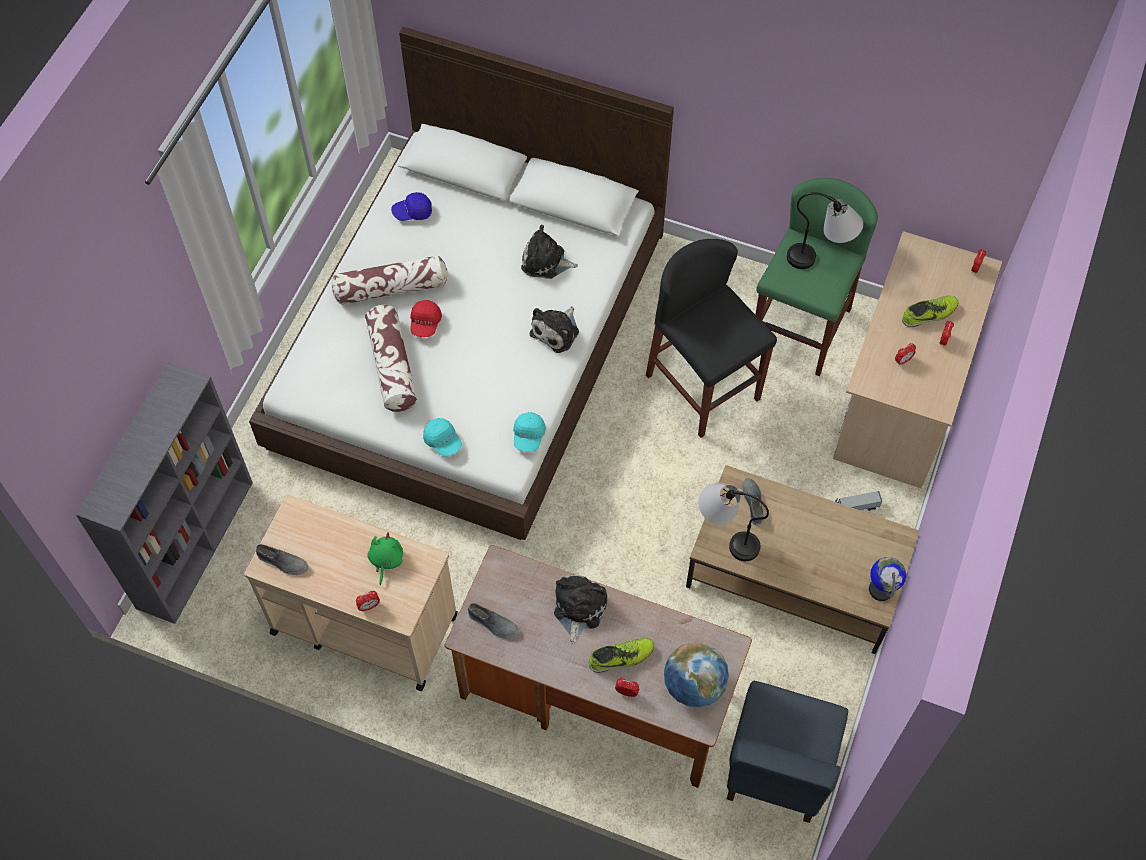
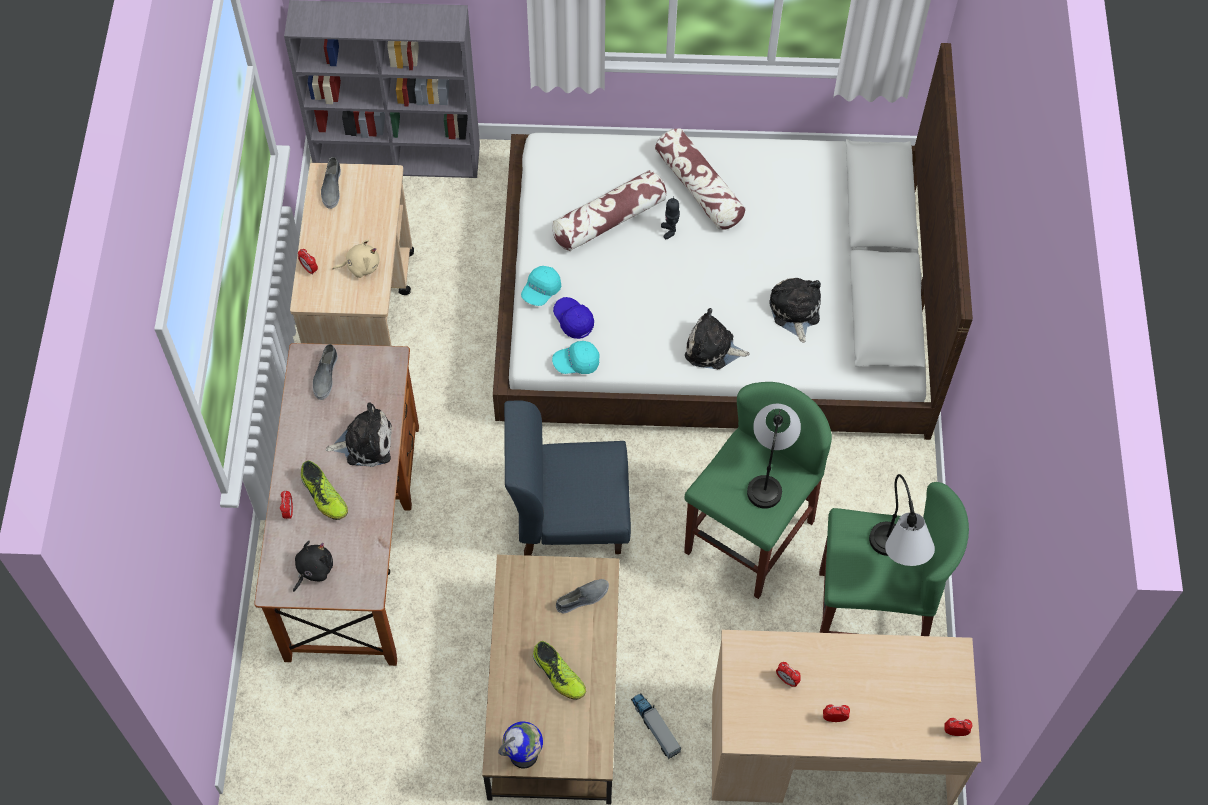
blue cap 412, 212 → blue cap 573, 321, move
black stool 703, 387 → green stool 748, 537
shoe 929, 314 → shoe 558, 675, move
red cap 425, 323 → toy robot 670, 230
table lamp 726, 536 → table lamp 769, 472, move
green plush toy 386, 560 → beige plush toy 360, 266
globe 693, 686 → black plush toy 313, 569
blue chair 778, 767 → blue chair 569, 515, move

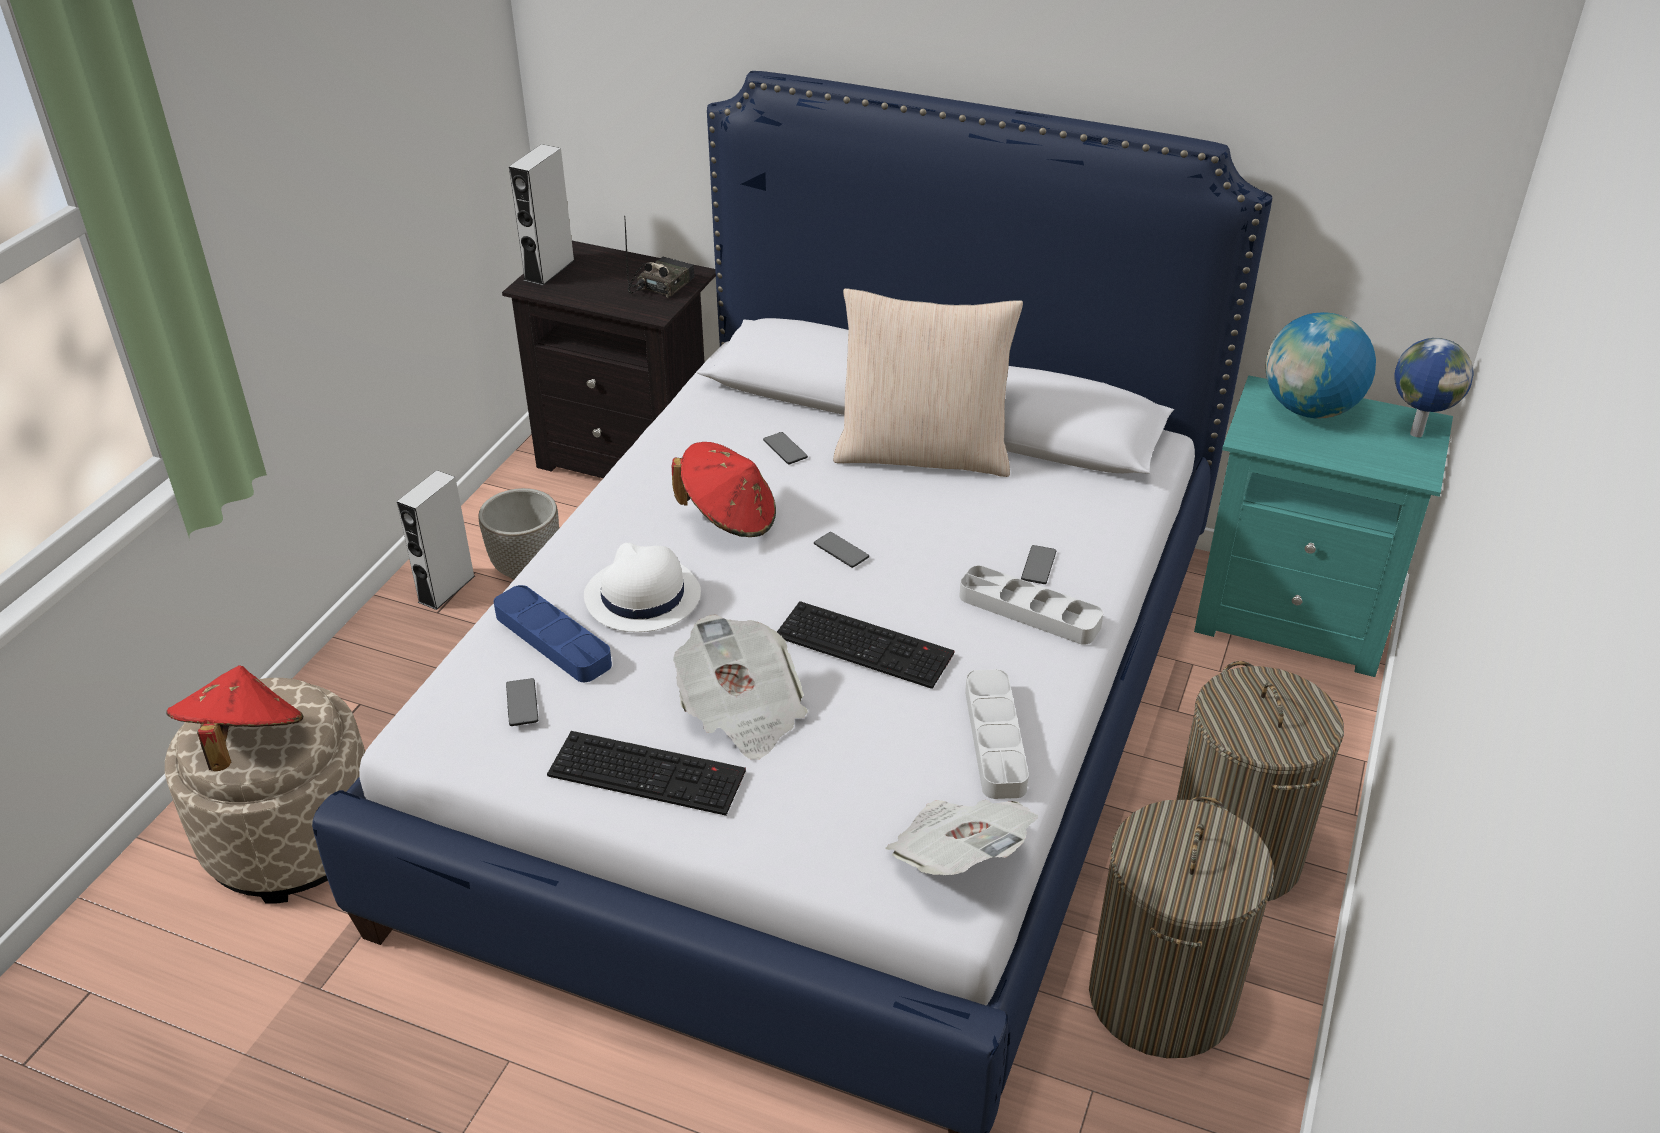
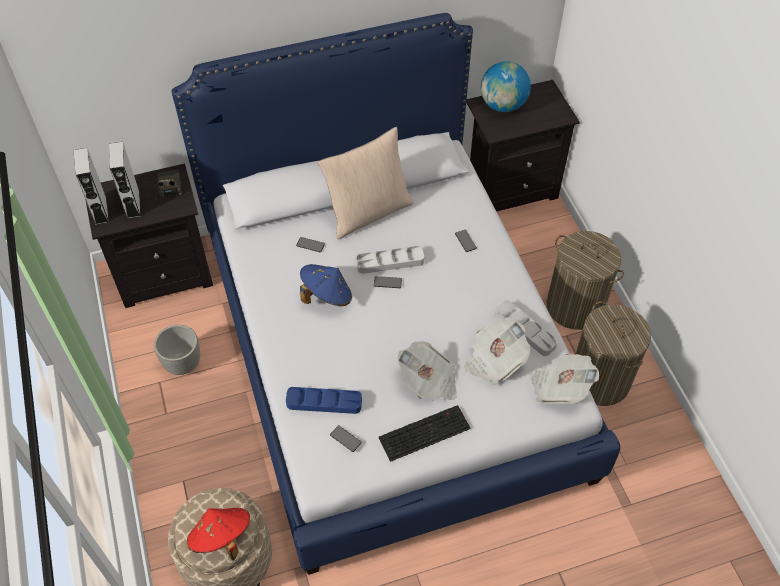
globe 1415, 433 → -
turquoise nightstand 1294, 617 → black nightstand 510, 188
red hat 729, 518 → blue hat 326, 295
grey speaker 446, 589 → grey speaker 133, 204, move
white hat 642, 596 → -
grey tray 1029, 611 → grey tray 390, 262, move
keyboard 867, 644 → -
- → newspaper 494, 360

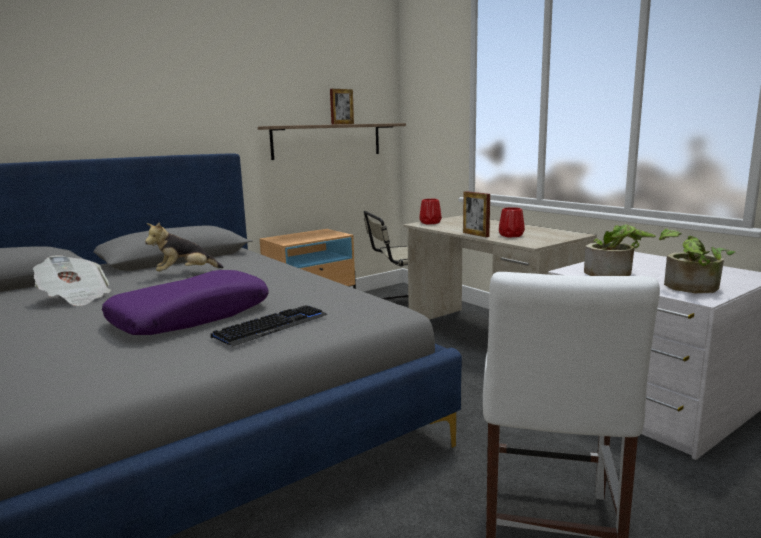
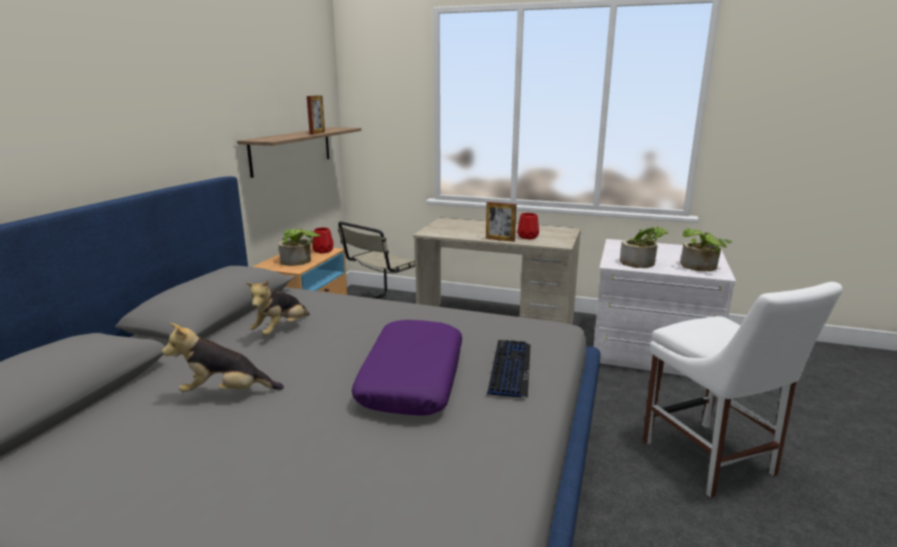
red vase 430, 223 → red vase 323, 251, move
newspaper 75, 297 → plush toy 226, 393
- → potted plant 299, 261

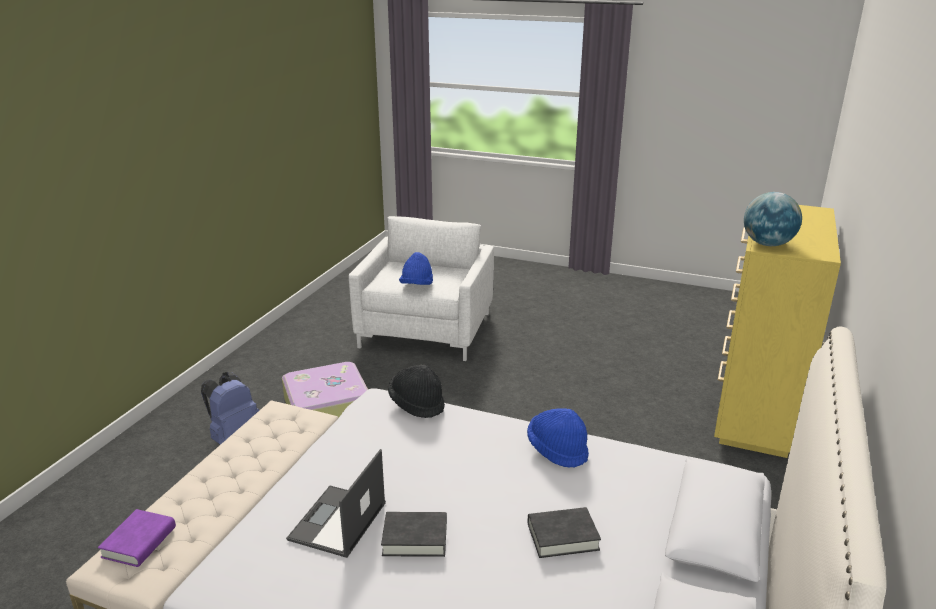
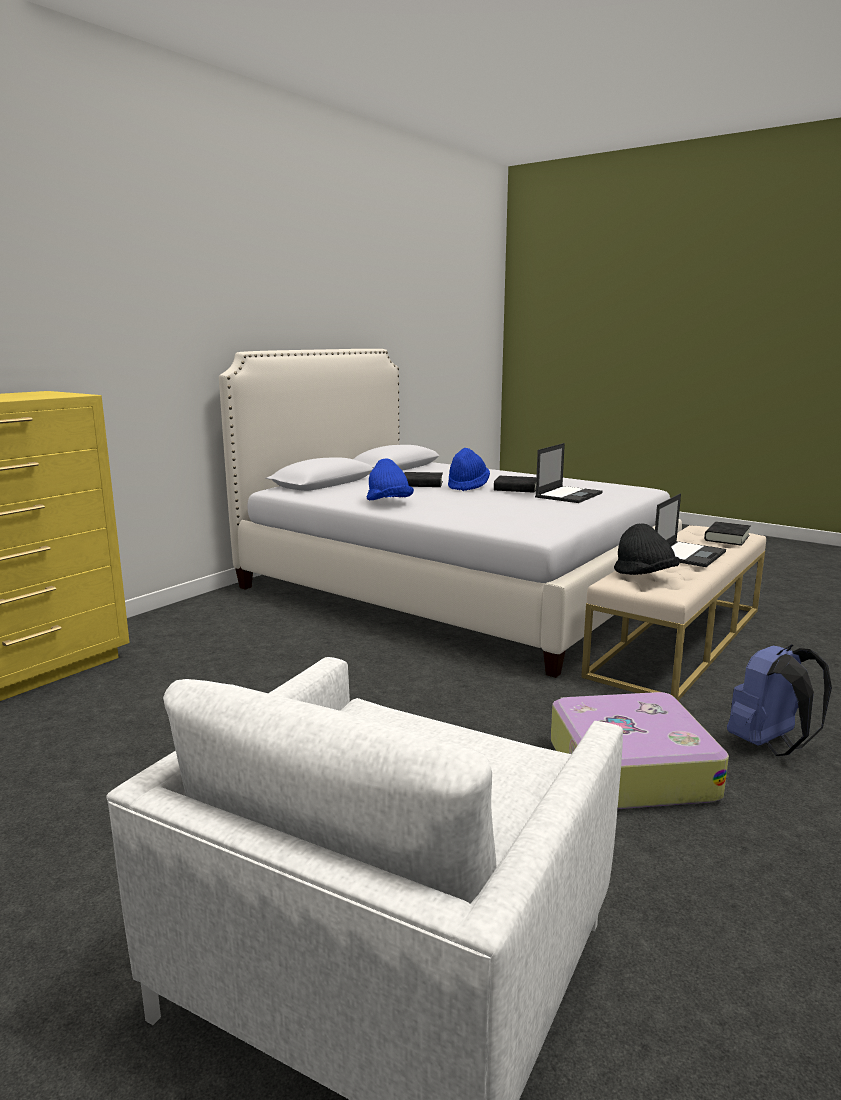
globe 767, 244 → -
blue hat 417, 285 → blue hat 468, 486, move
black hat 417, 404 → black hat 644, 576, move
purple book 139, 542 → black book 726, 538
- → laptop 689, 554

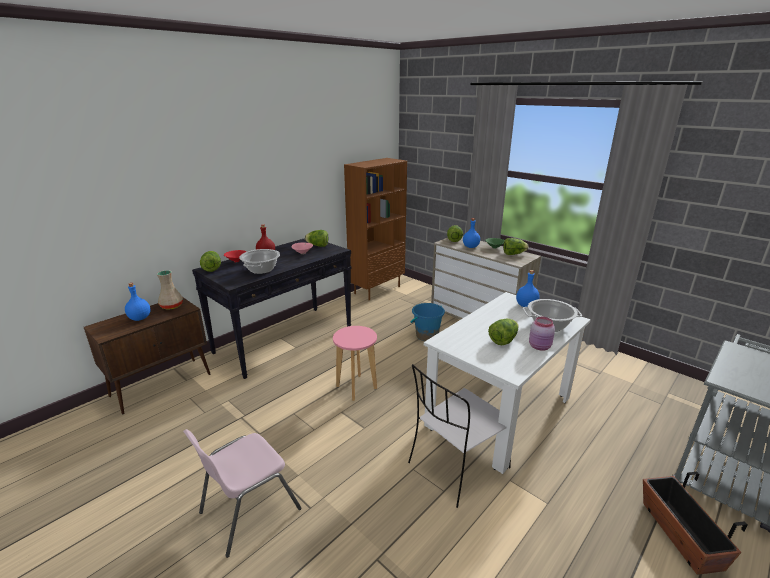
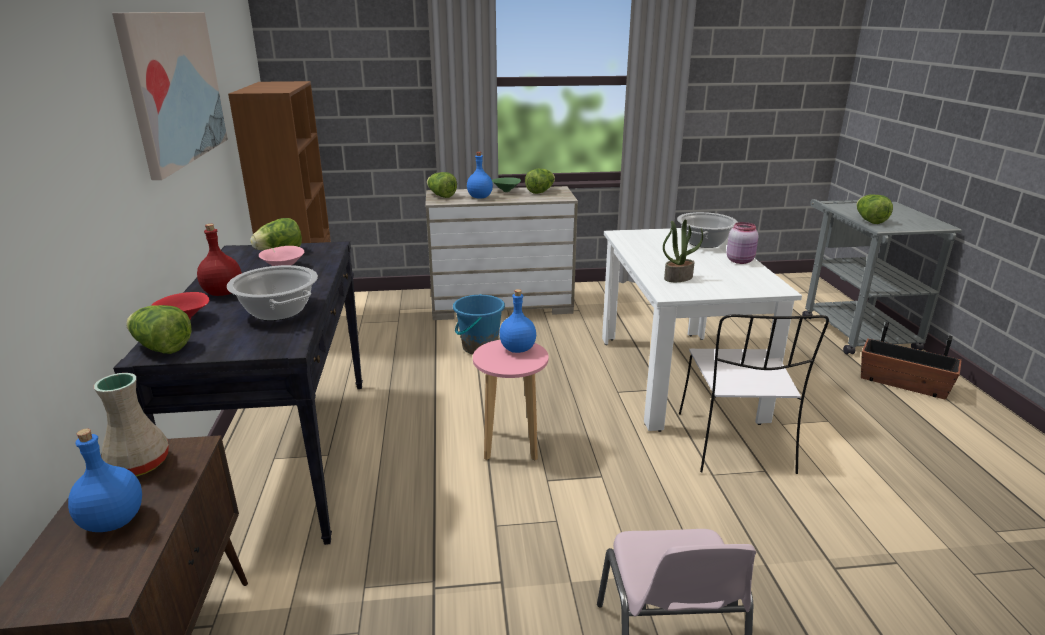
blue bottle 526, 306 → blue bottle 518, 349, move
lettuce 503, 340 → lettuce 869, 220, move
- → picture 174, 88
- → potted plant 678, 277

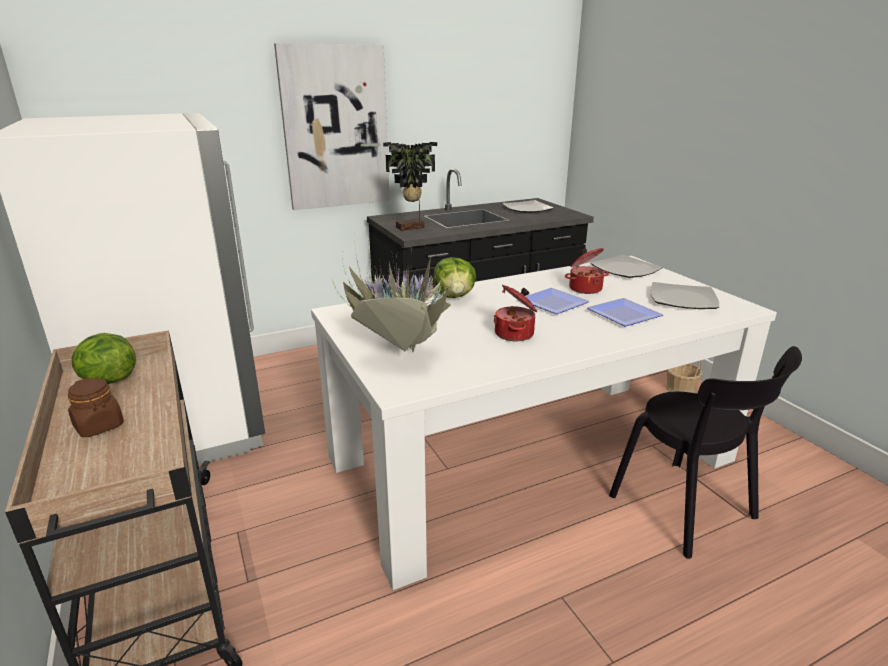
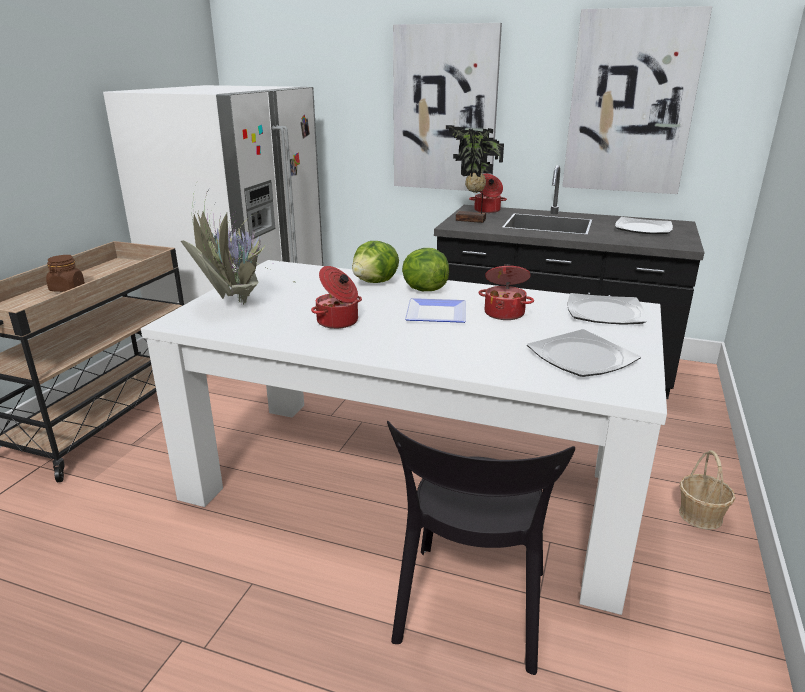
plate 623, 314 → -
lettuce 107, 381 → lettuce 424, 289, move
- → picture 631, 103
- → cooking pot 487, 210

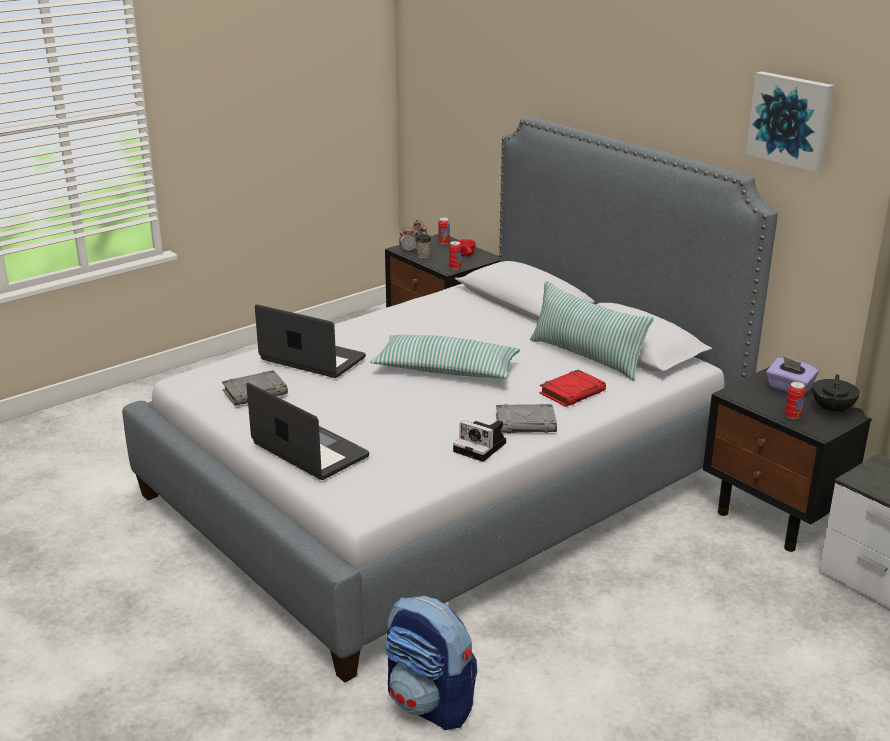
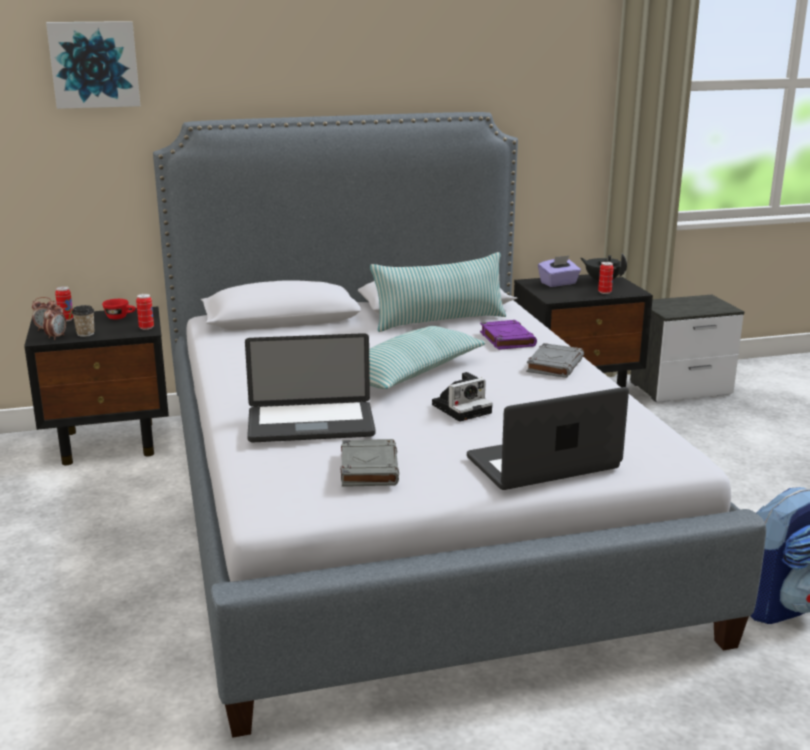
picture 791, 120 → picture 94, 64, move
laptop 312, 359 → laptop 311, 424, 150 degrees counterclockwise
red book 572, 392 → purple book 506, 339
photo camera 482, 447 → photo camera 463, 408, move

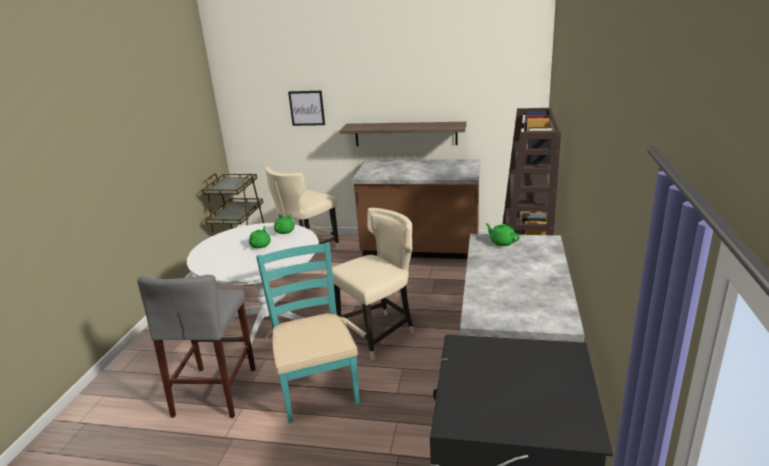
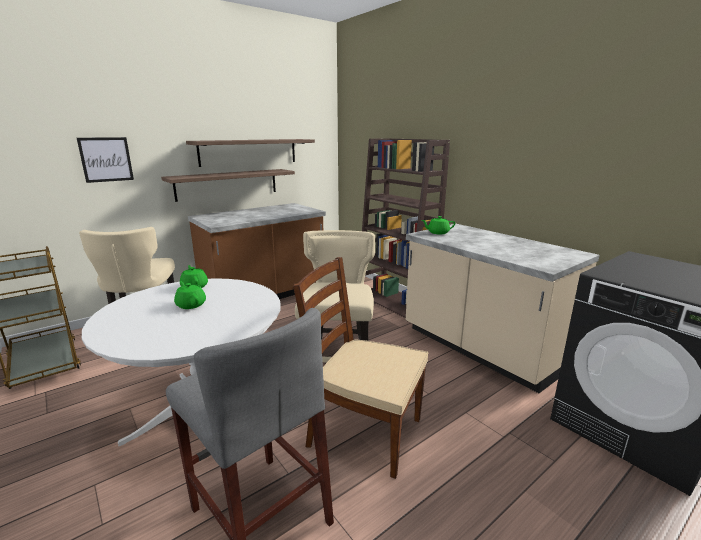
turquoise chair 317, 387 → brown chair 363, 432
- → shelf 249, 152

